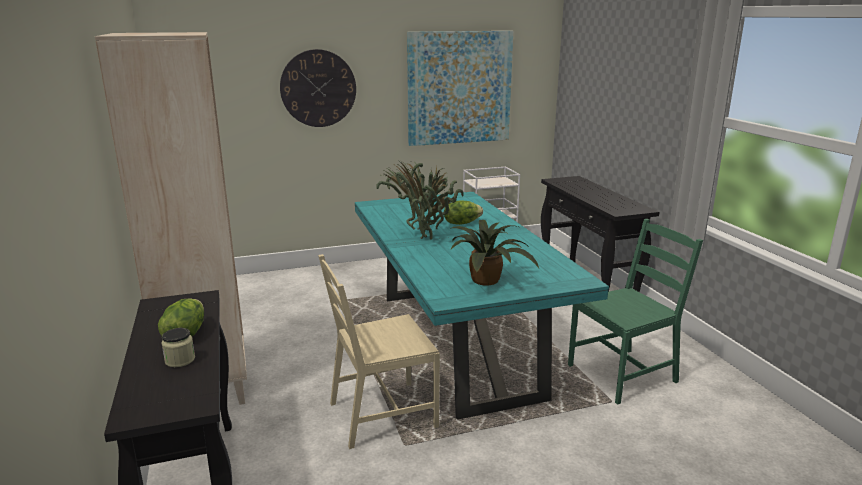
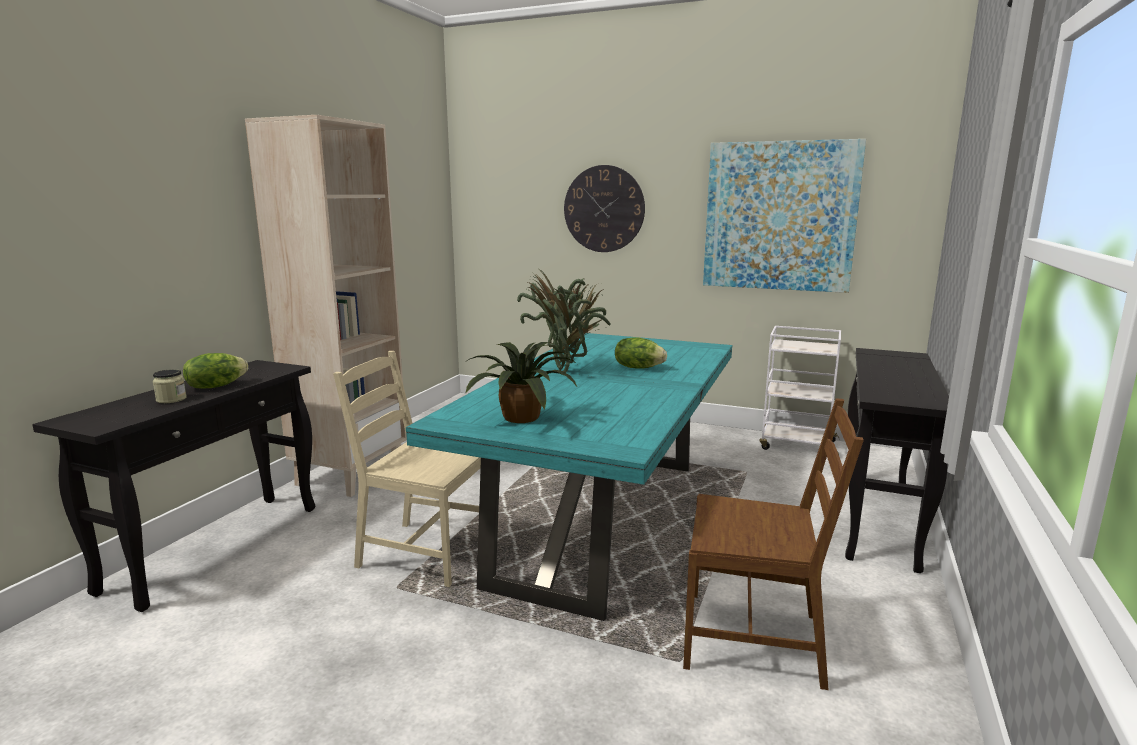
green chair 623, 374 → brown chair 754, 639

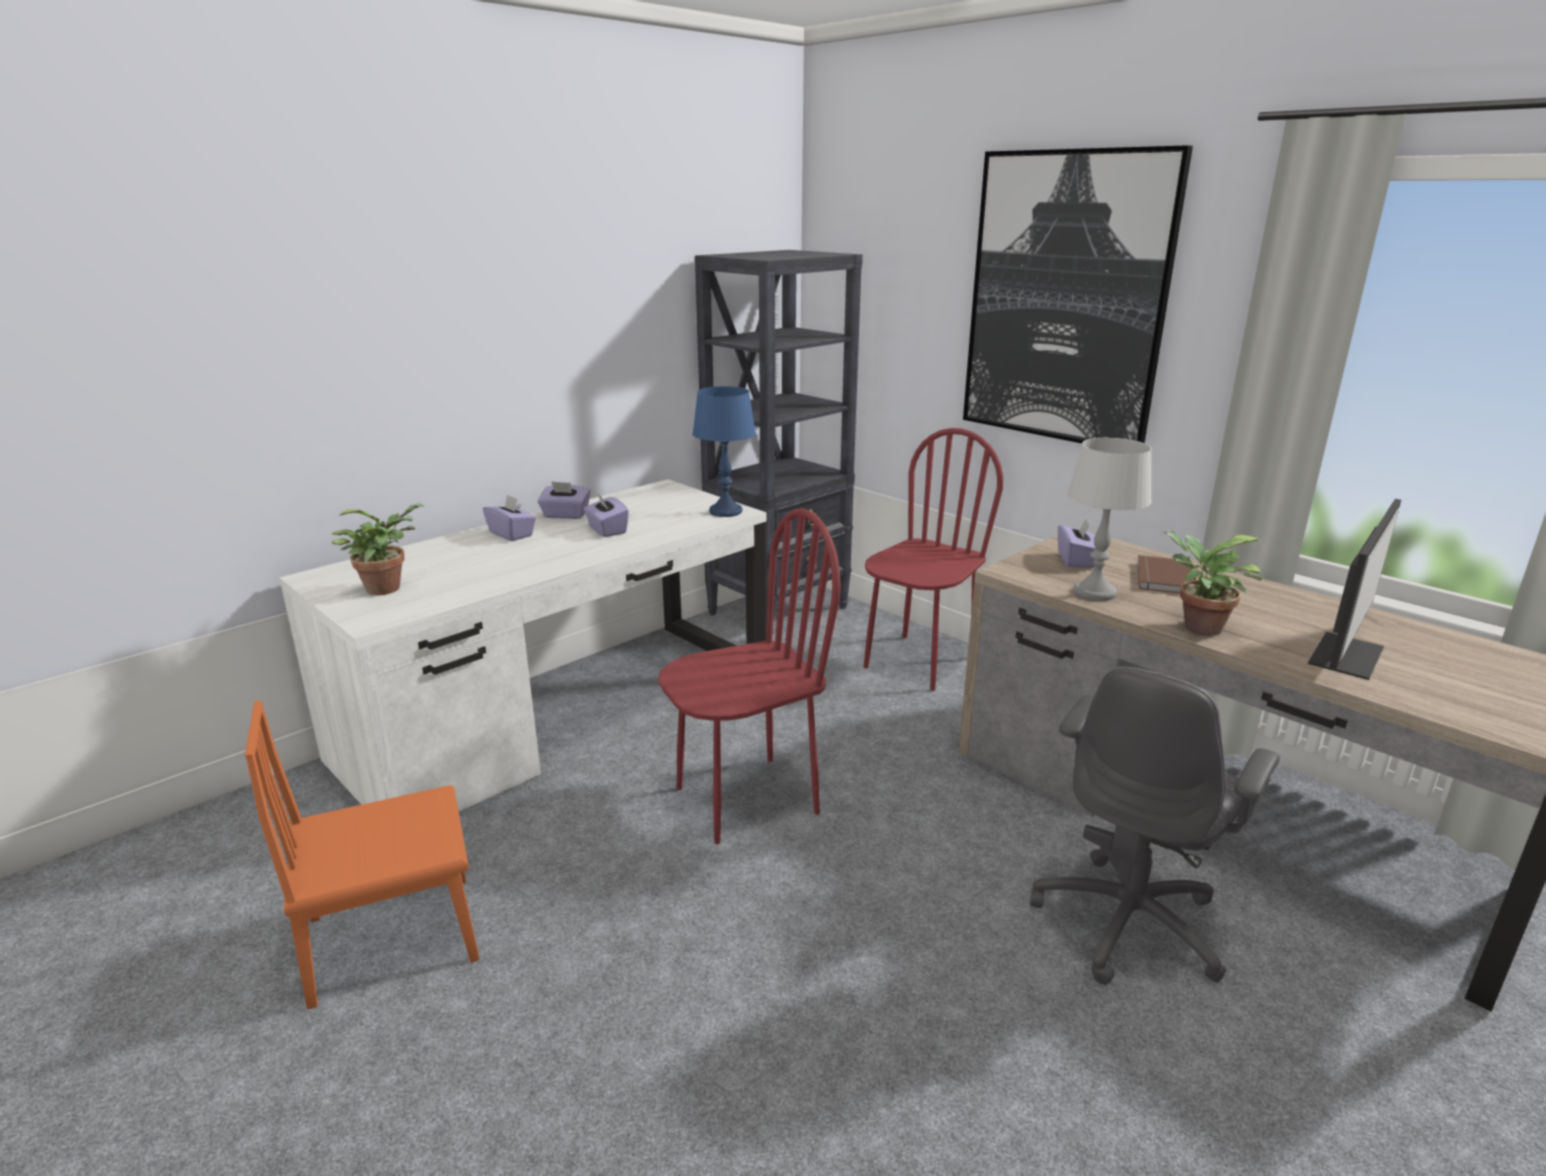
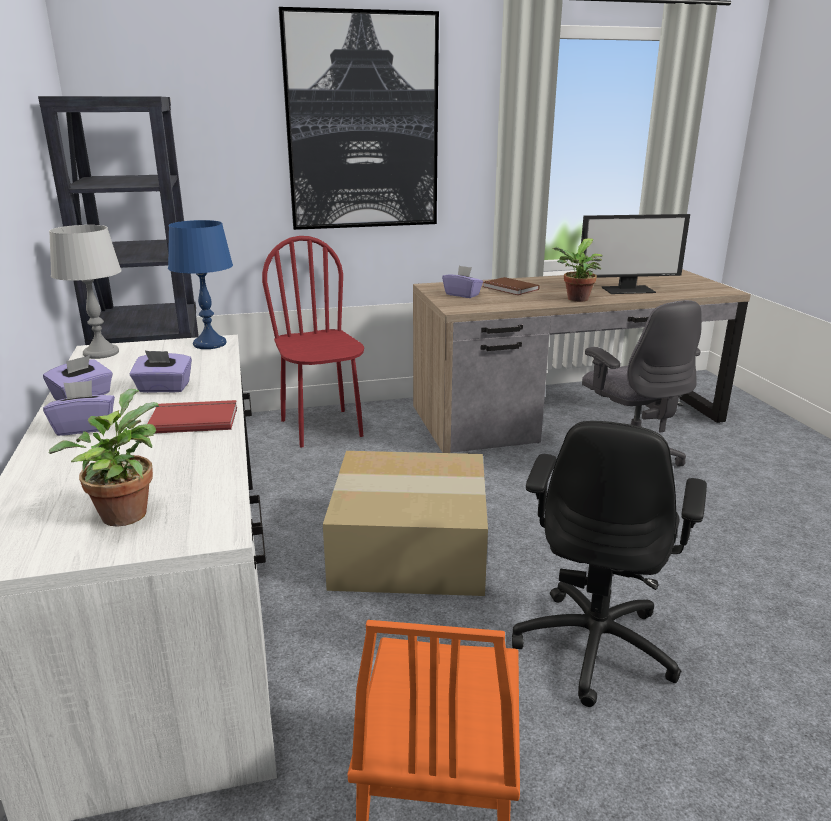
grey table lamp 1093, 592 → grey table lamp 100, 353, move
monitor 1344, 654 → monitor 628, 289, 105 degrees clockwise
red chair 746, 799 → cardboard box 412, 546
- → red book 194, 419
- → black office chair 595, 645

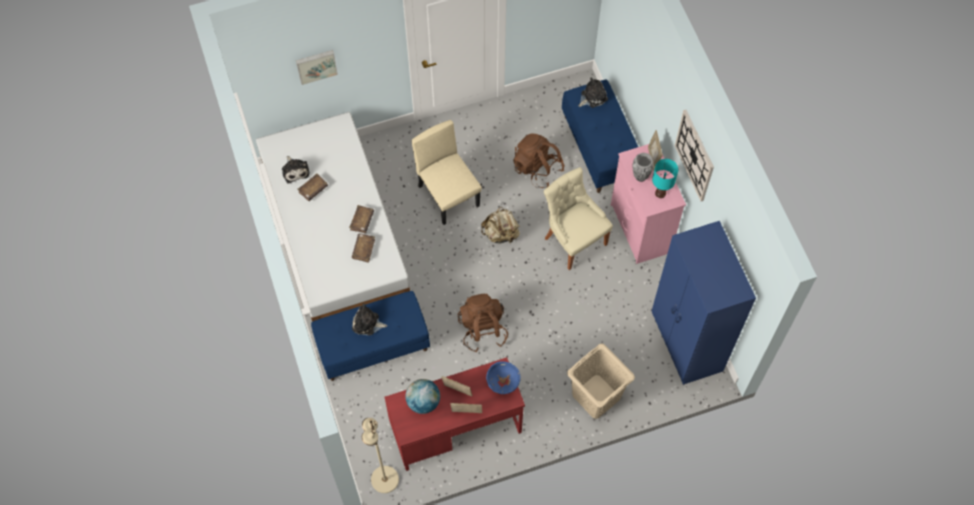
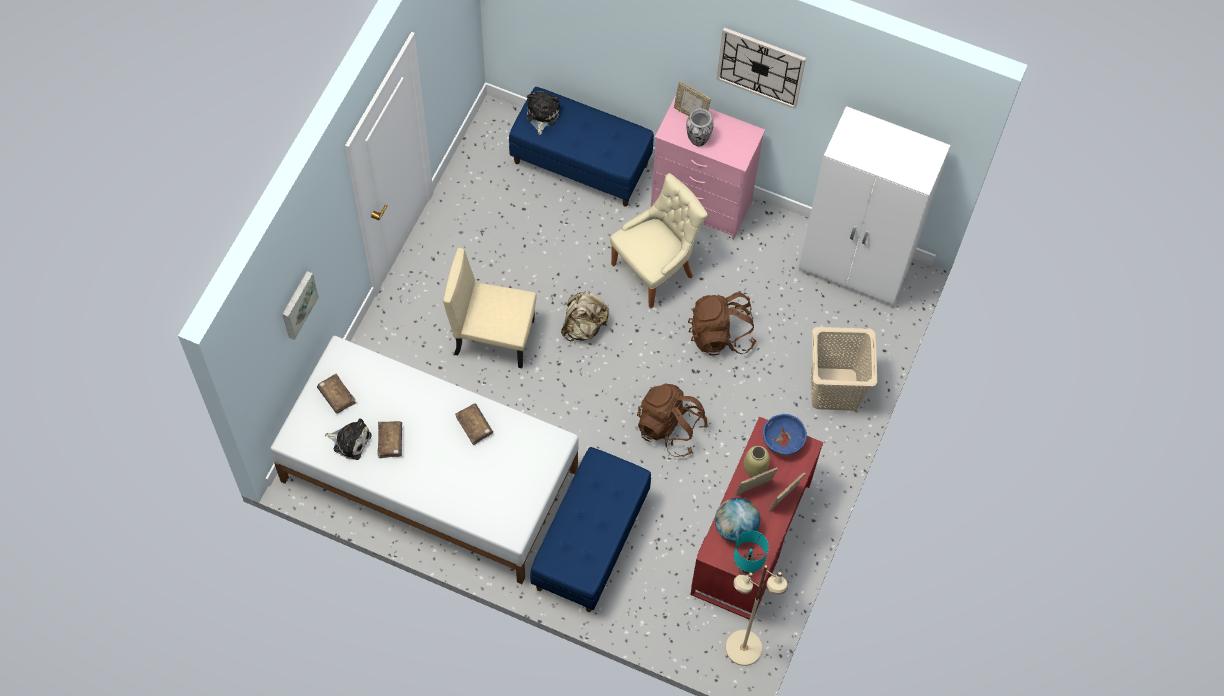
brown backpack 537, 168 → brown backpack 720, 334, move
turquoise table lamp 661, 193 → turquoise table lamp 747, 569, move
beige chair 573, 240 → beige chair 655, 269, 135 degrees clockwise
blue wardrobe 686, 343 → white wardrobe 855, 269
brown book 363, 249 → brown book 336, 396, move
plush toy 367, 323 → -
- → beige vase 755, 467

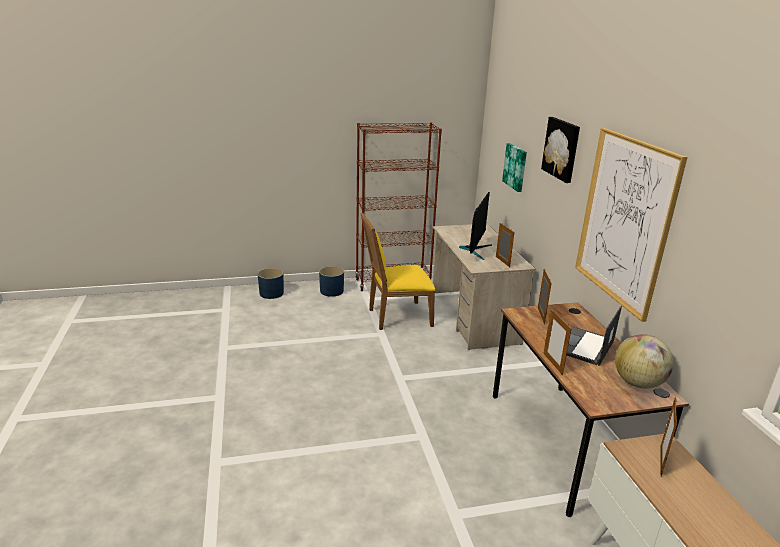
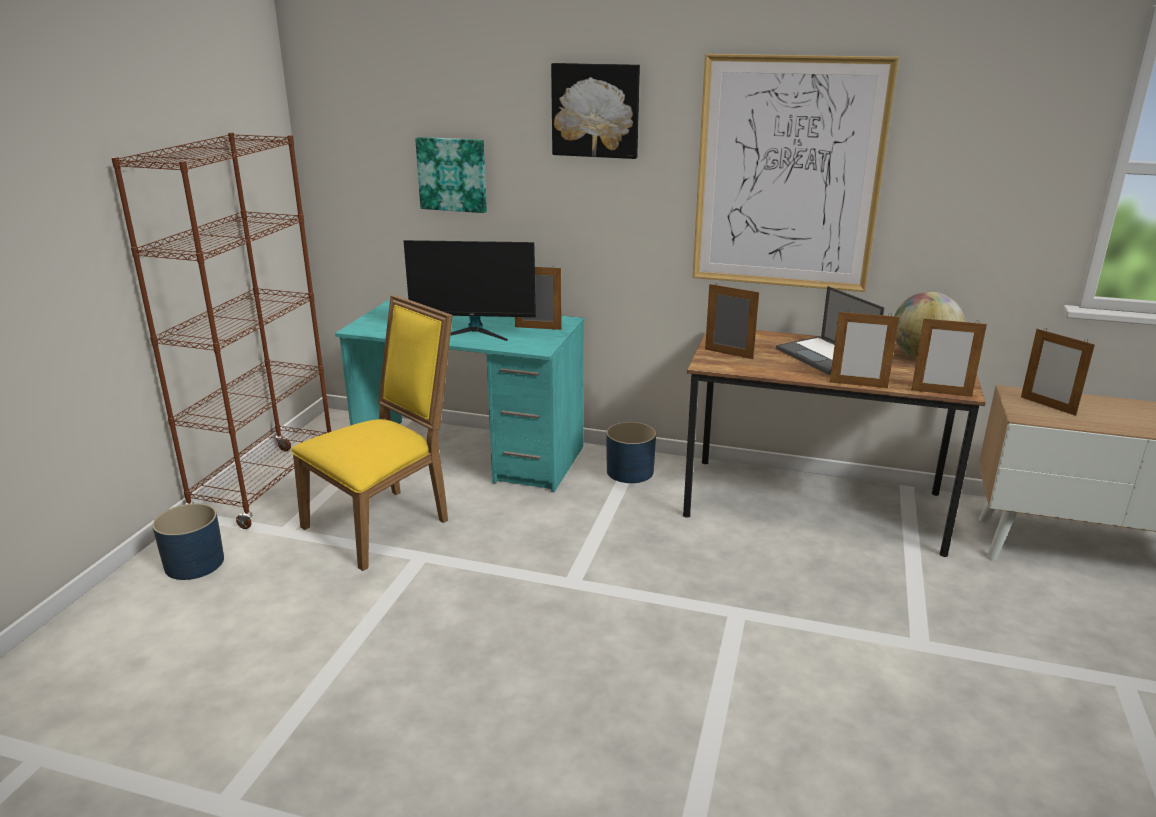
monitor 475, 250 → monitor 474, 332, 135 degrees clockwise
yellow chair 396, 317 → yellow chair 384, 522, 150 degrees counterclockwise
beige desk 473, 317 → turquoise desk 471, 455
blue planter 271, 293 → blue planter 630, 471, move
- → picture frame 941, 393

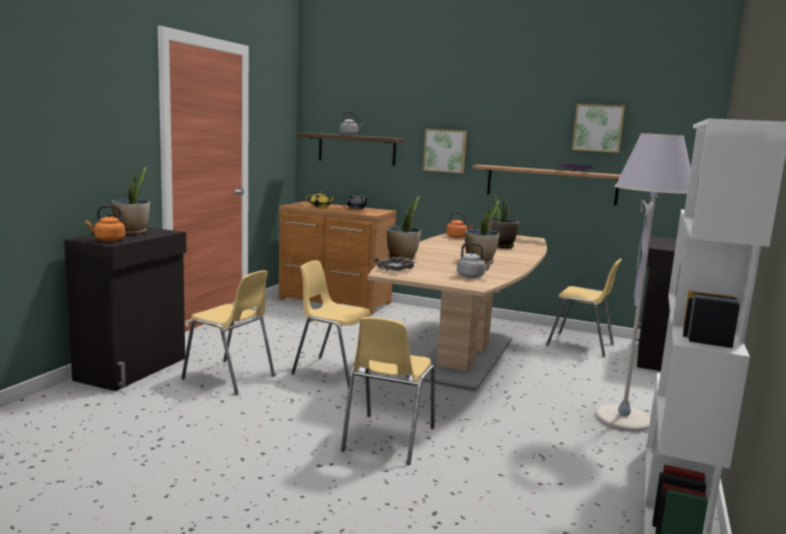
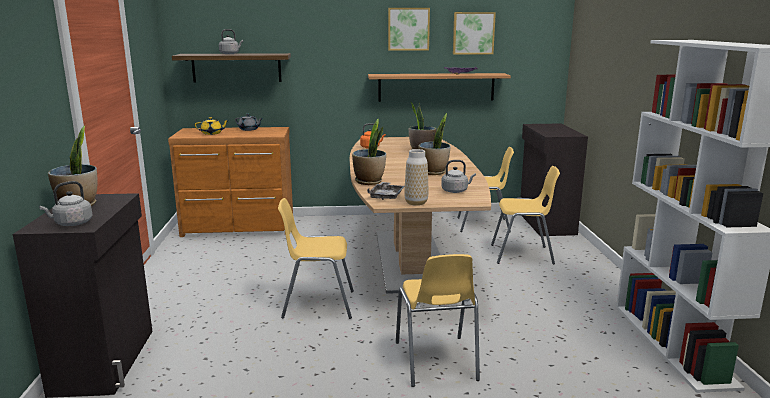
picture 445, 150 → picture 408, 29, move
grey floor lamp 623, 420 → -
orange kettle 108, 240 → grey kettle 71, 223
yellow chair 230, 378 → yellow chair 522, 255, move
- → vase 416, 203

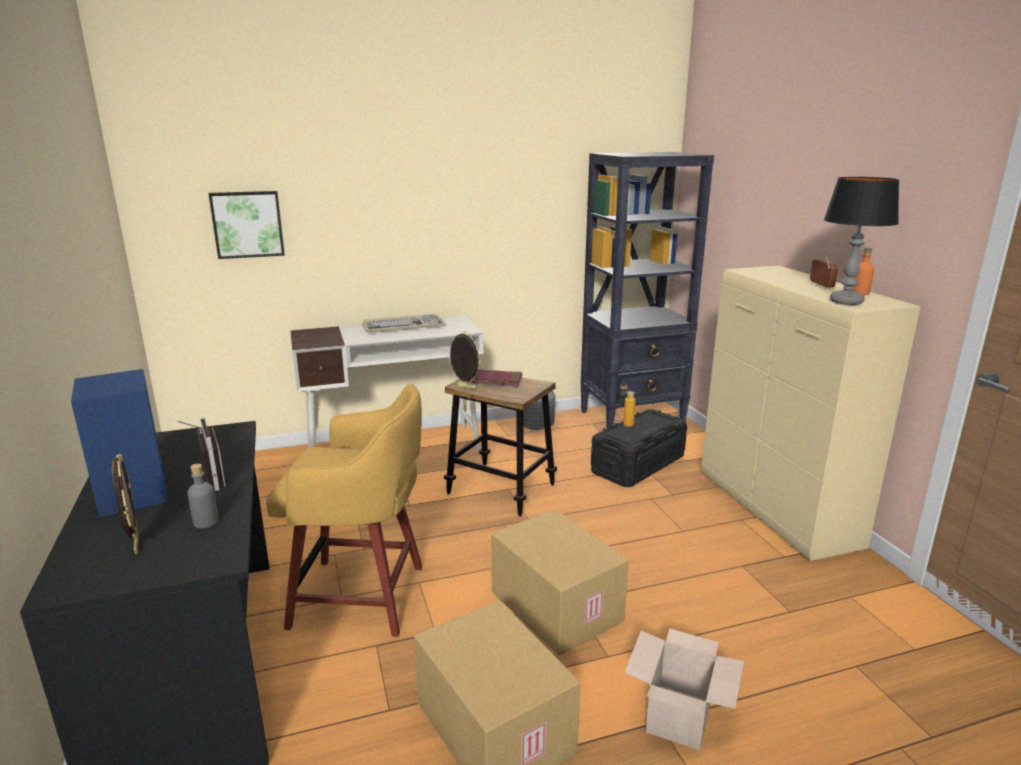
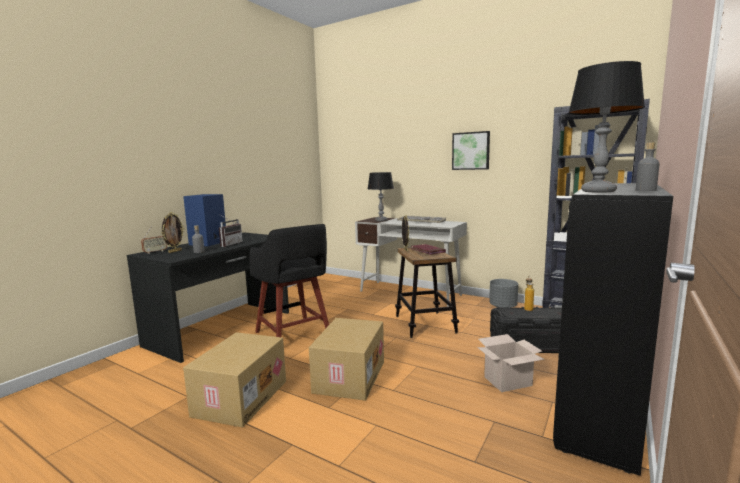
picture 247, 224 → picture 471, 151, move
radio 820, 286 → radio 155, 252, move
orange bottle 860, 293 → grey bottle 645, 190
beige cabinet 777, 511 → black cabinet 599, 412
yellow stool 362, 597 → black stool 293, 335
cardboard box 679, 719 → cardboard box 507, 382, move
- → table lamp 381, 220

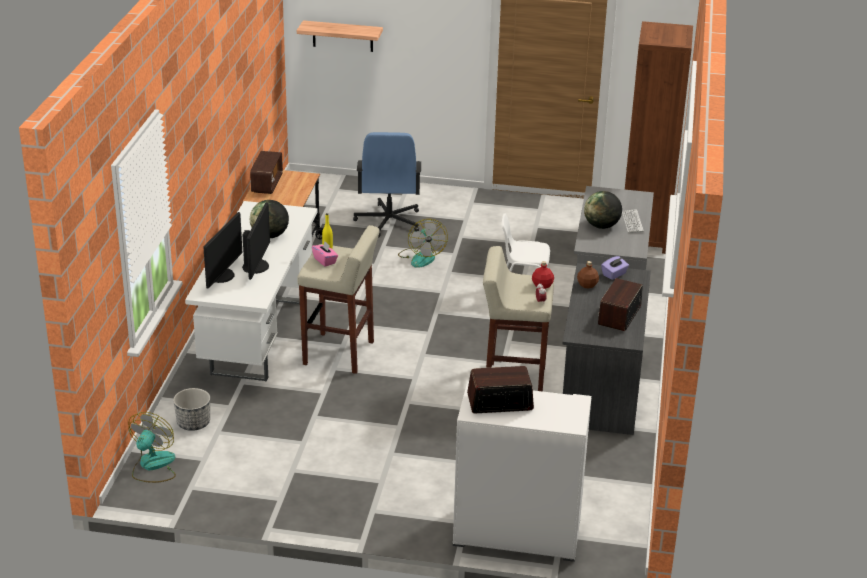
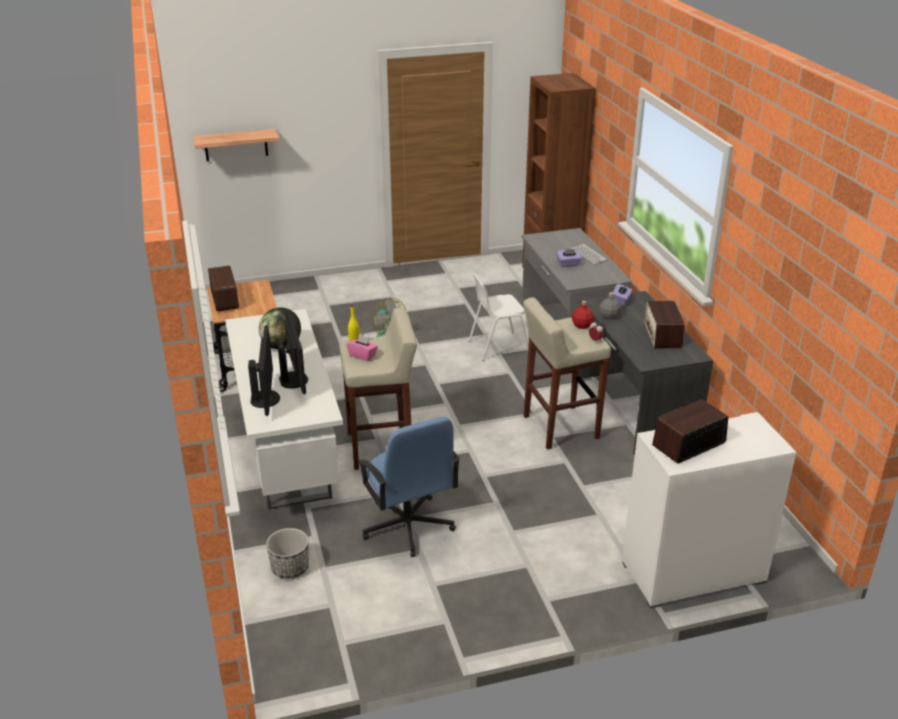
blue office chair 388, 221 → blue office chair 407, 526, move
globe 601, 226 → purple tissue box 568, 264
brown bottle 587, 285 → grey bottle 609, 316
fan 153, 466 → -

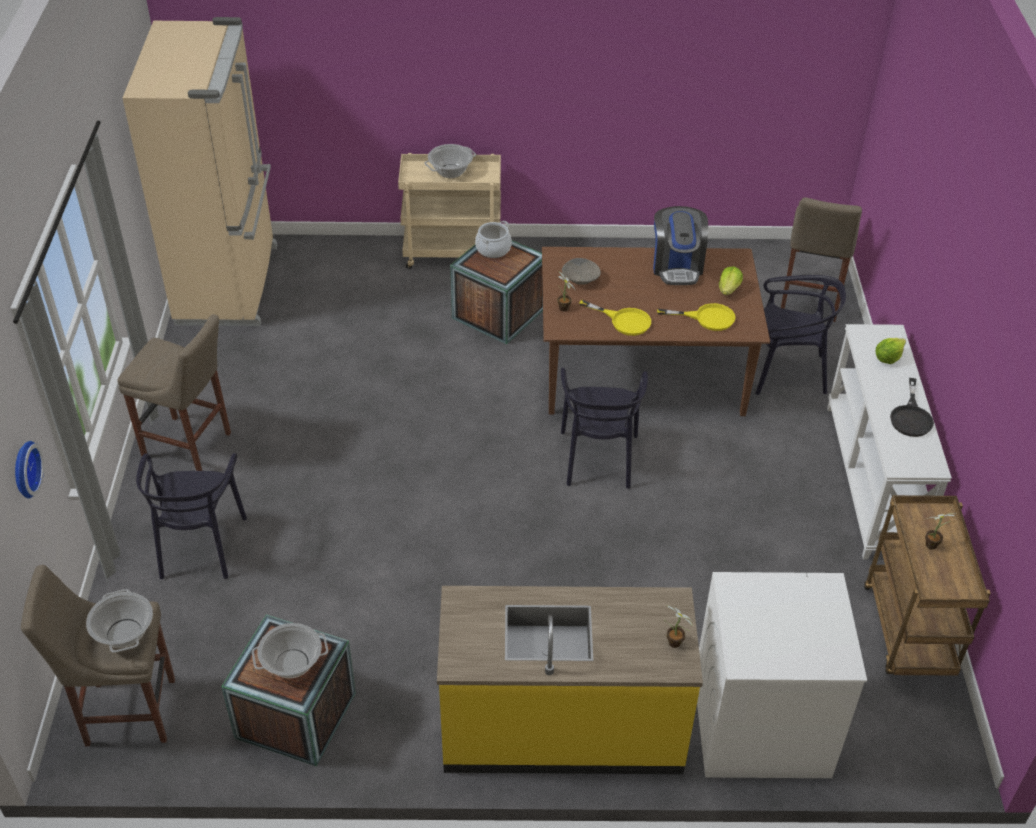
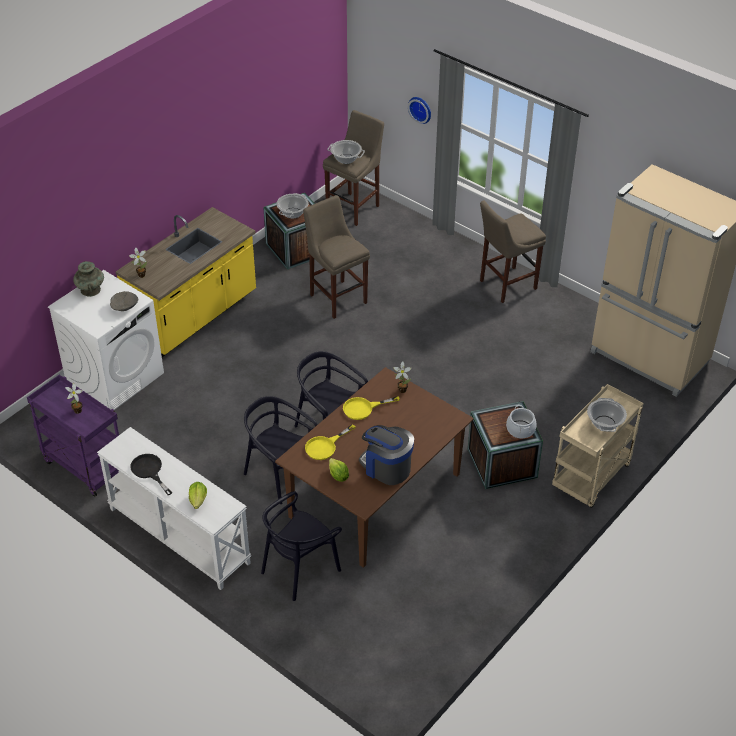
beige stool 809, 301 → beige stool 337, 297, move
grey bowl 580, 280 → grey bowl 125, 307, move
black chair 200, 546 → black chair 280, 474, move
brown cart 909, 633 → purple cart 83, 466
- → turquoise vase 90, 289

